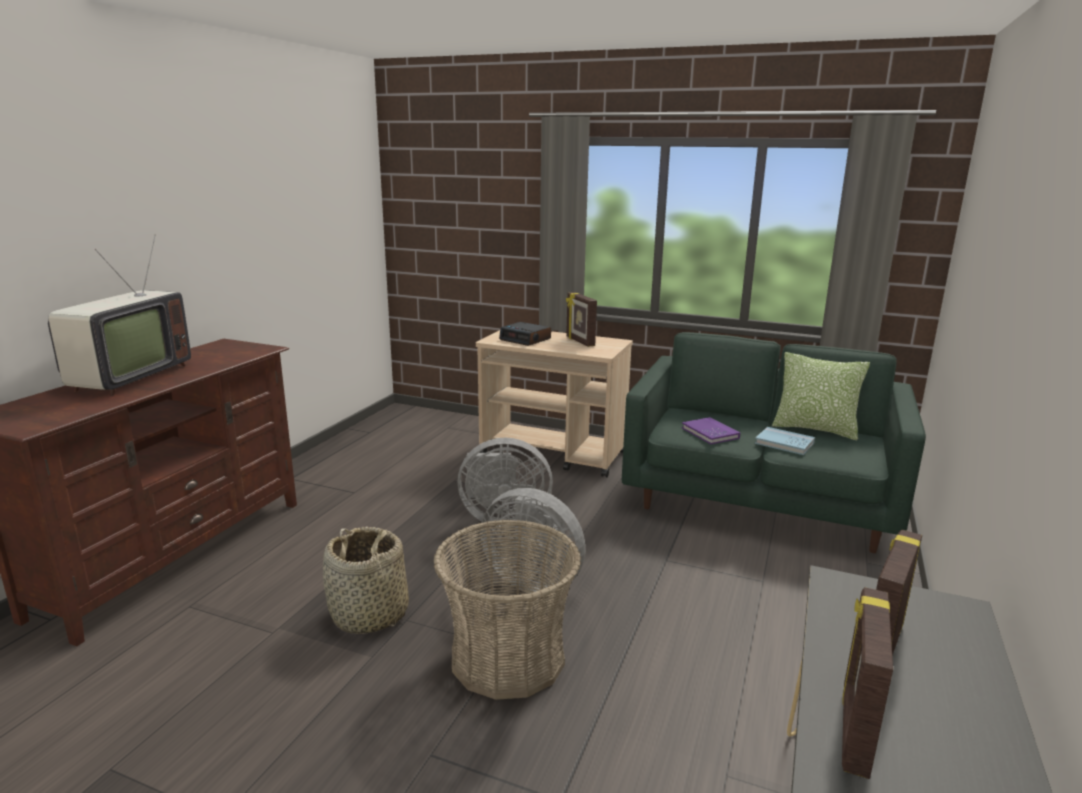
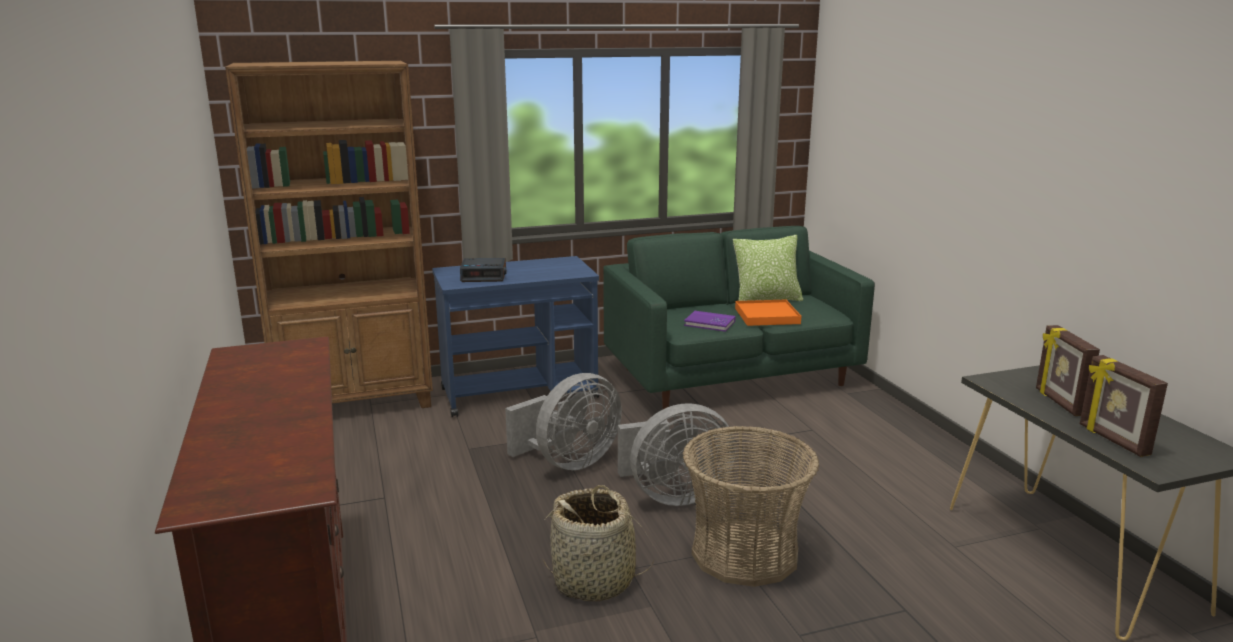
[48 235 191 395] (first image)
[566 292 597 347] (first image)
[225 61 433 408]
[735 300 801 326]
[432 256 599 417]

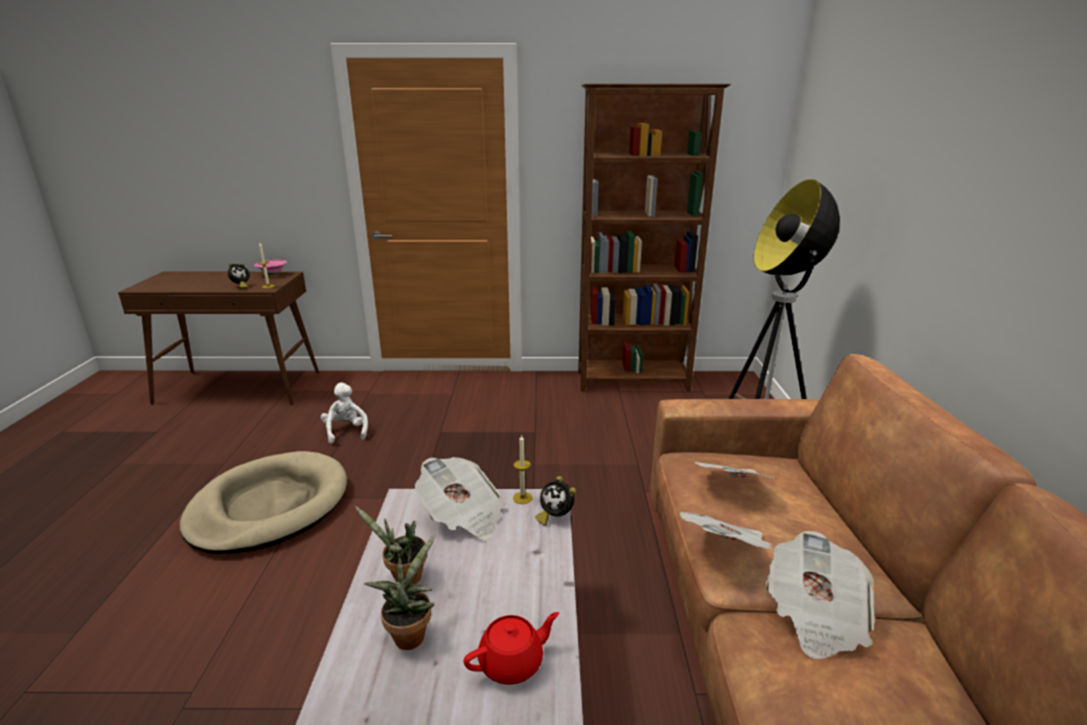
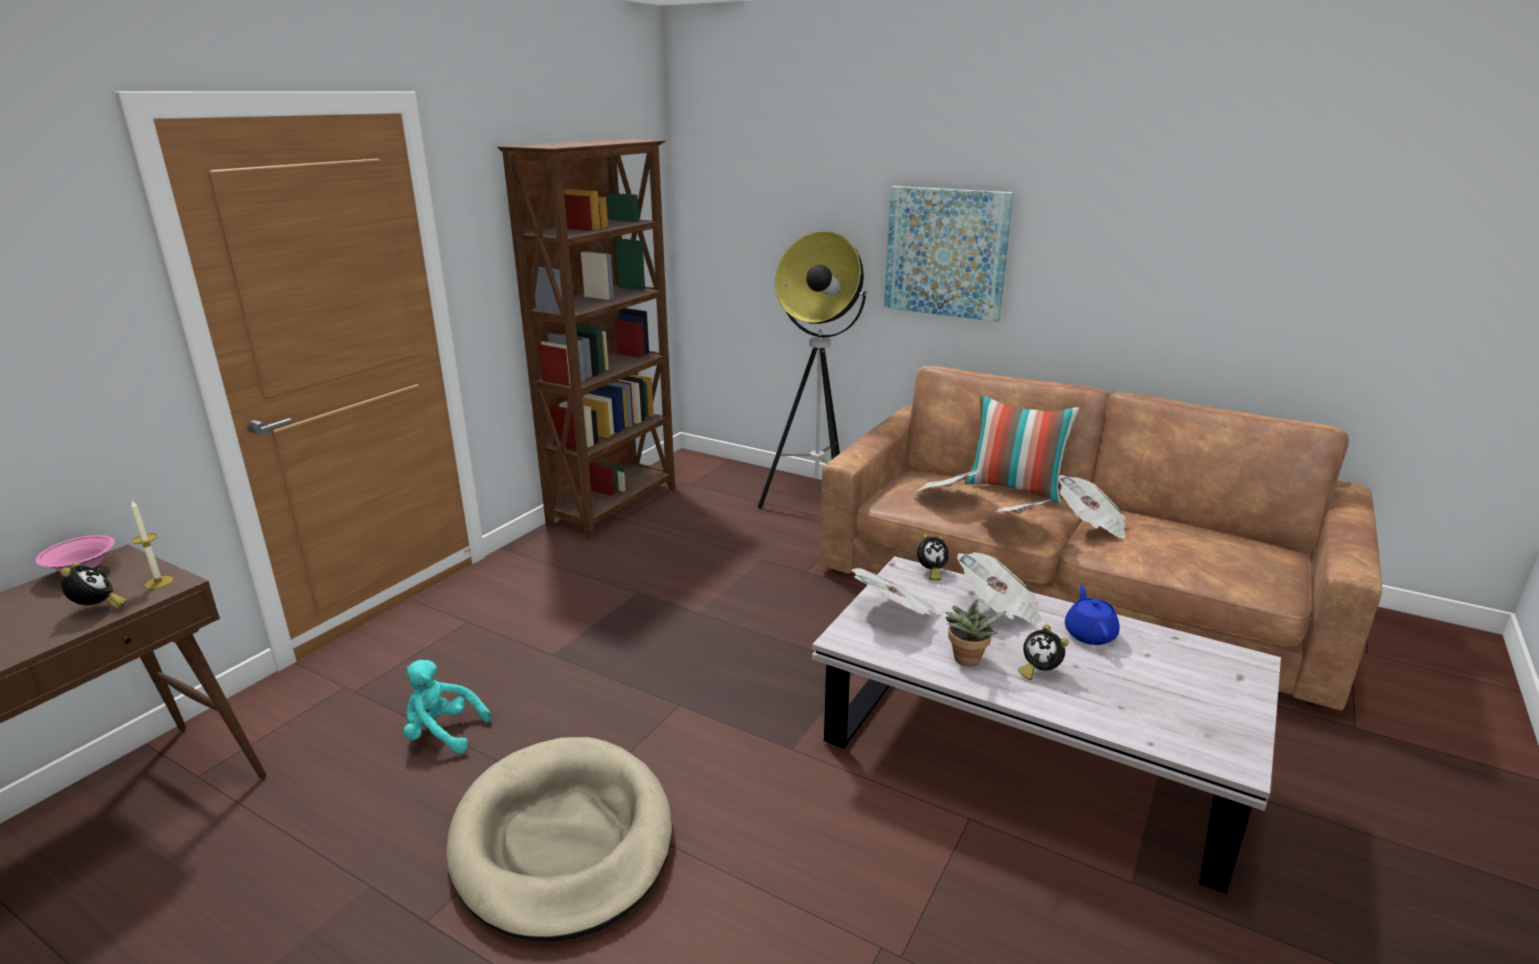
[513 435 532 504] (first image)
[884 186 1014 322]
[957 552 1044 627]
[965 394 1079 503]
[1018 625 1069 680]
[403 660 491 753]
[1065 585 1120 645]

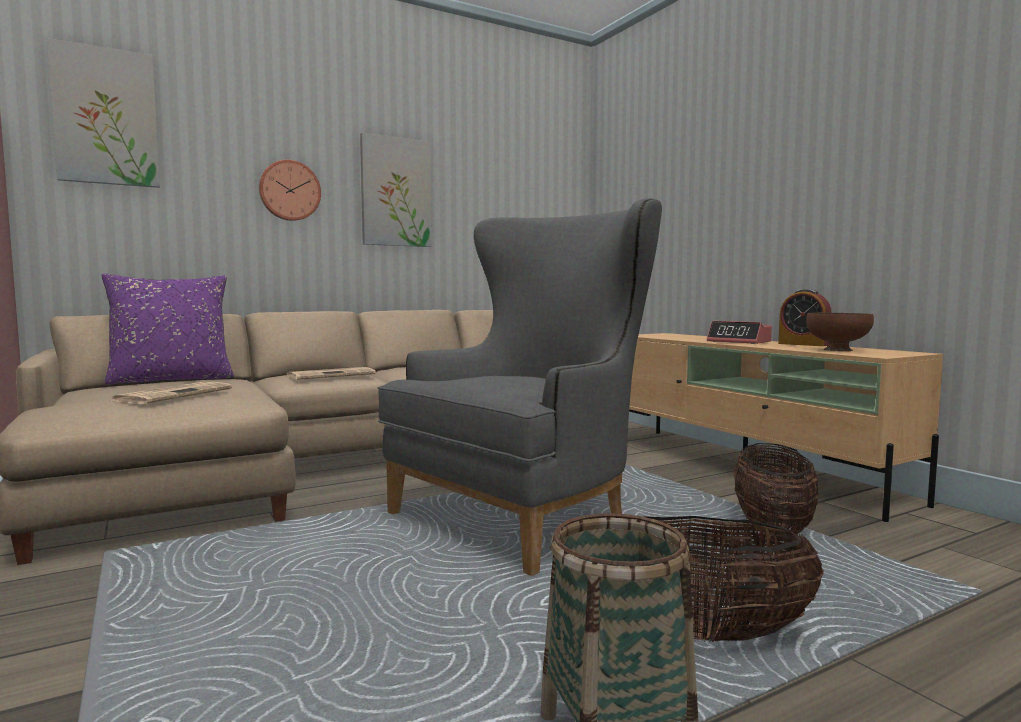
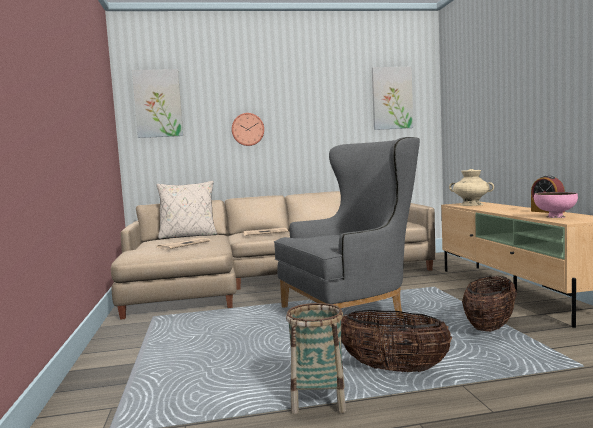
[707 321 772 344] (first image)
[449 169 494 206]
[372 67 413 130]
[156 181 217 239]
[534 192 578 218]

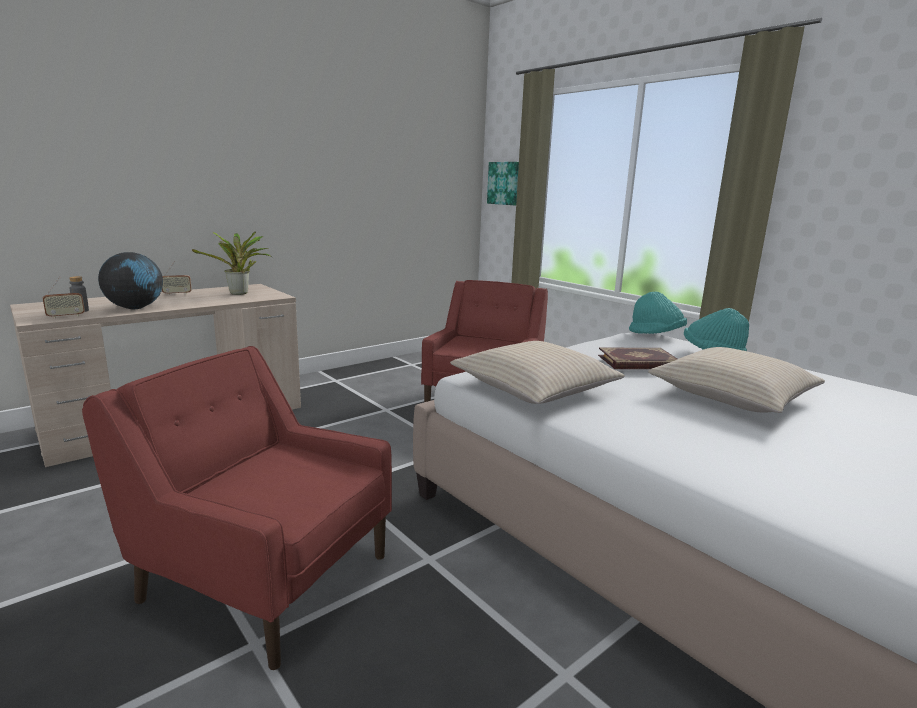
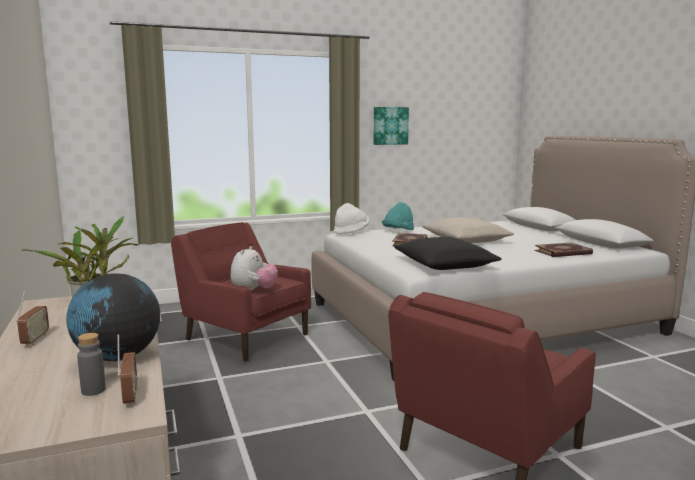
[231 246 278 290]
[534 242 593 257]
[374 107 409 145]
[394 237 502 270]
[334 203 369 234]

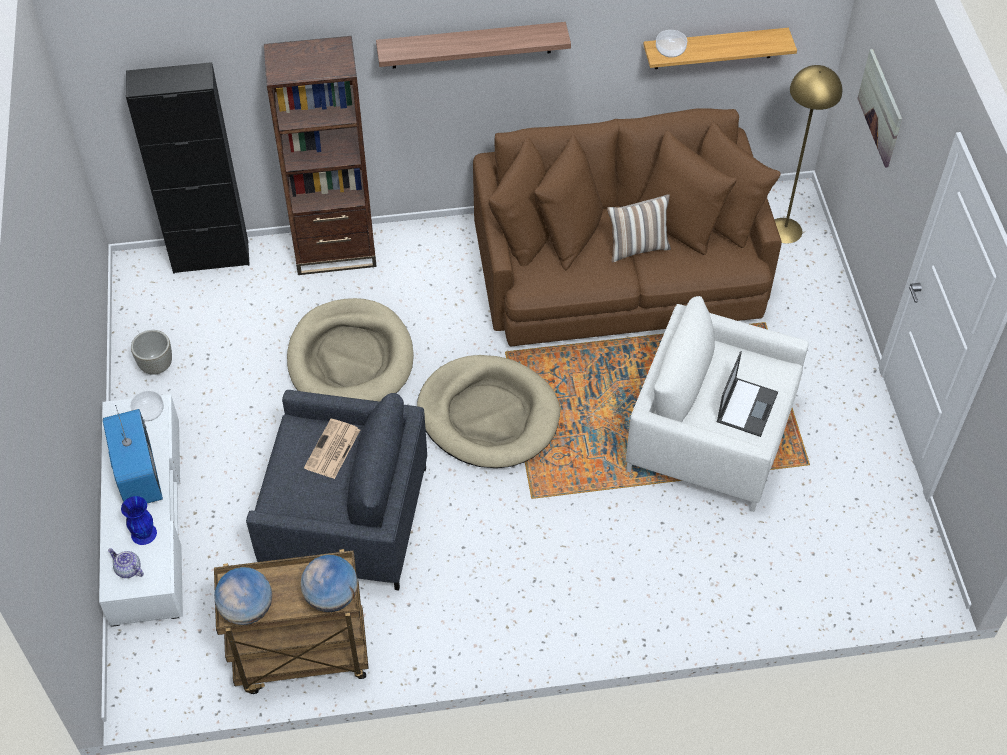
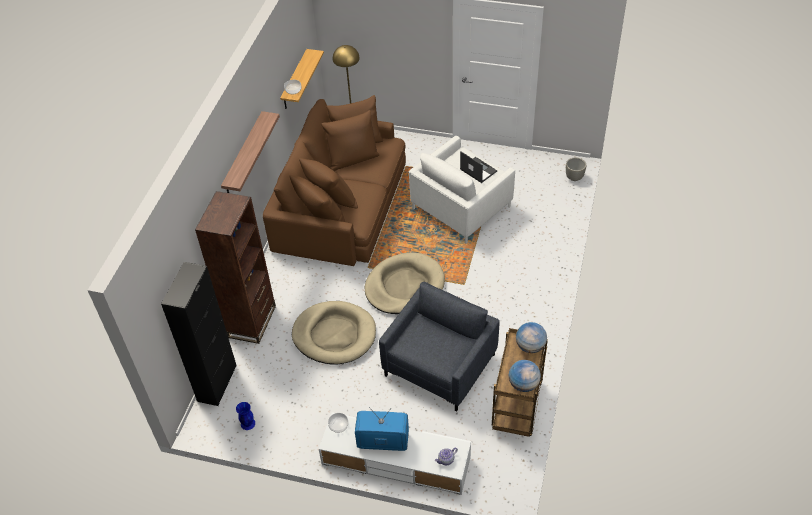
[304 419 360 479] (first image)
[607 194 671 262] (first image)
[857 49 902 168] (first image)
[236 402 255 430]
[566 157 586 181]

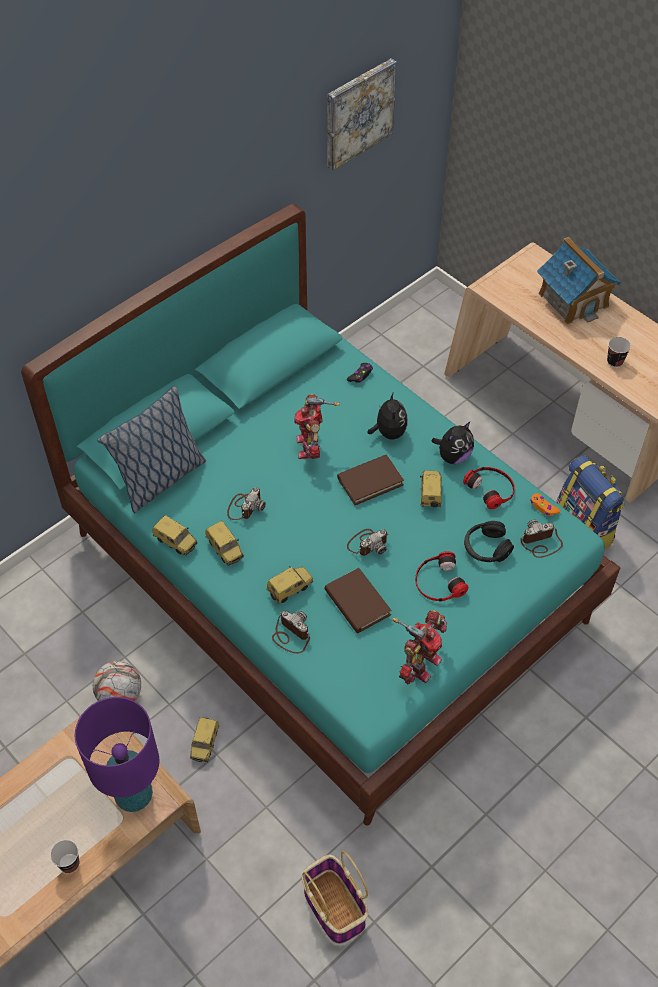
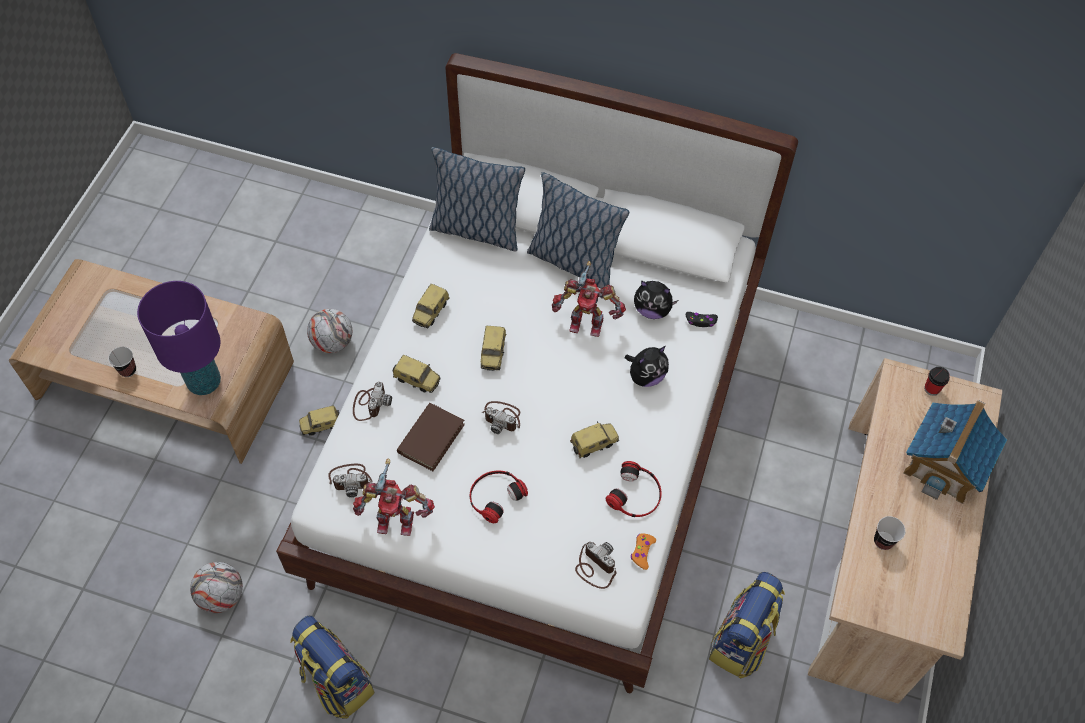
[328 58 397 170] (first image)
[337 455 404 505] (first image)
[464 521 514 562] (first image)
[290 616 375 719]
[527 172 630 288]
[924 367 950 396]
[481 326 506 371]
[328 464 373 498]
[634 280 678 319]
[190 562 243 613]
[276 53 798 694]
[552 261 626 337]

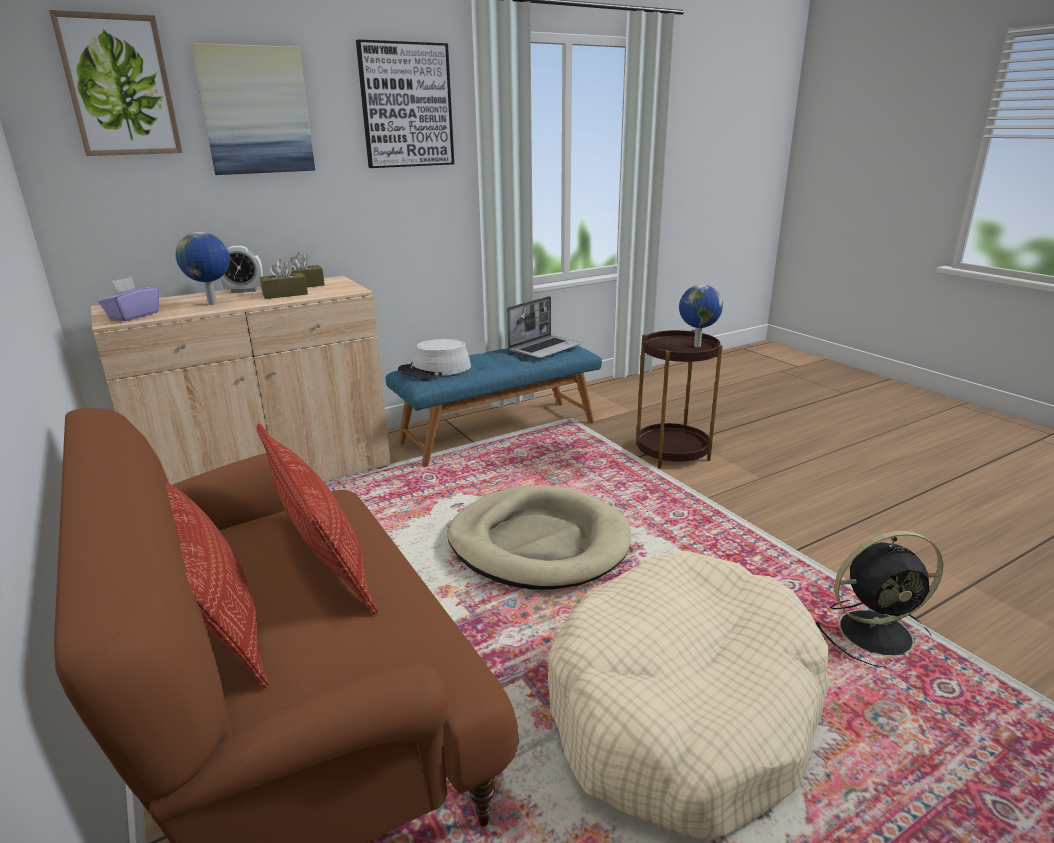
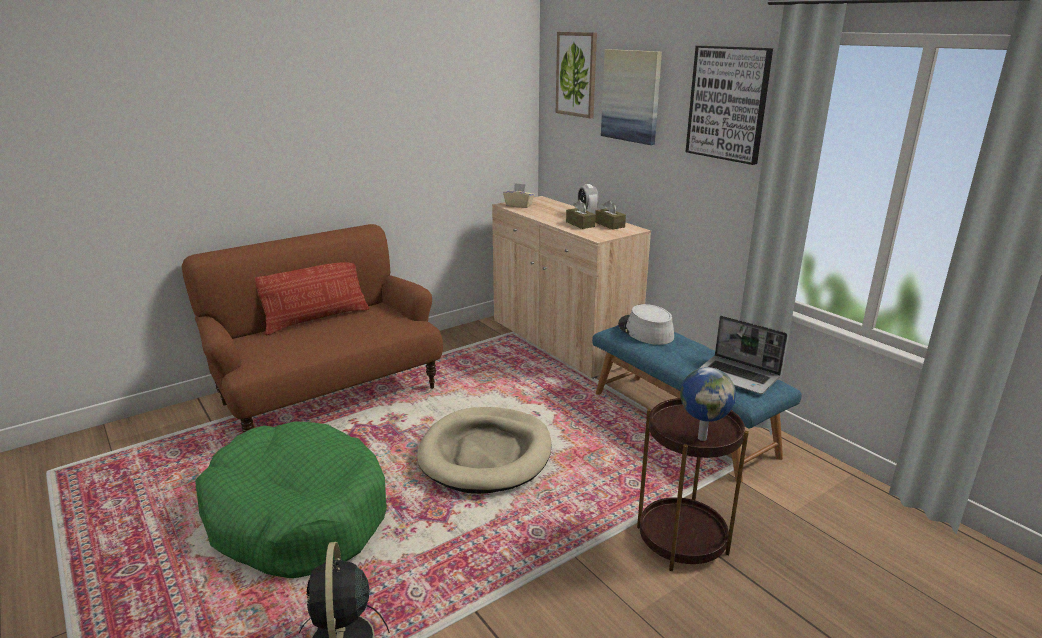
[175 231 230 305] (first image)
[257 424 378 615] (first image)
[503 183 534 208]
[195 421 387 578]

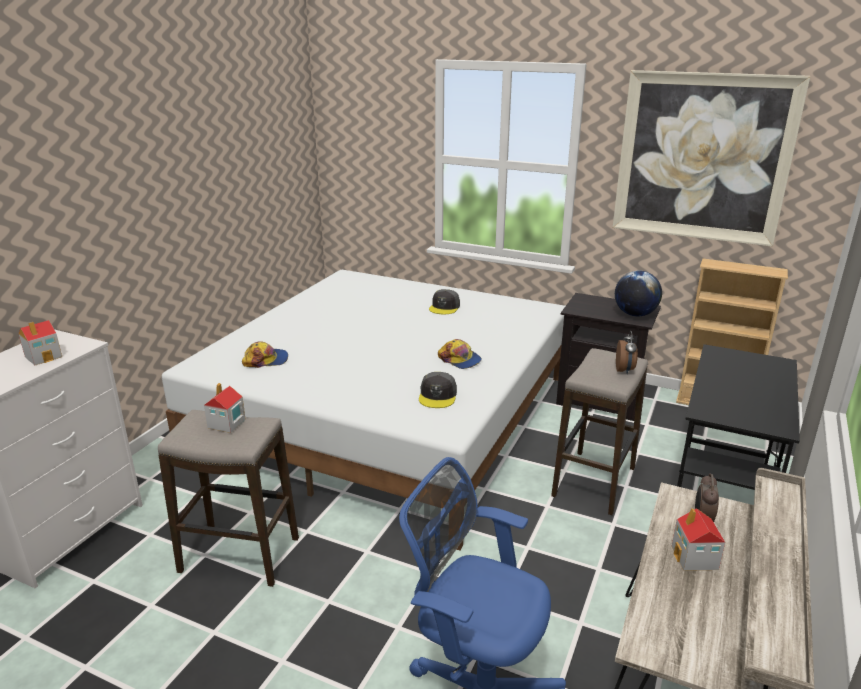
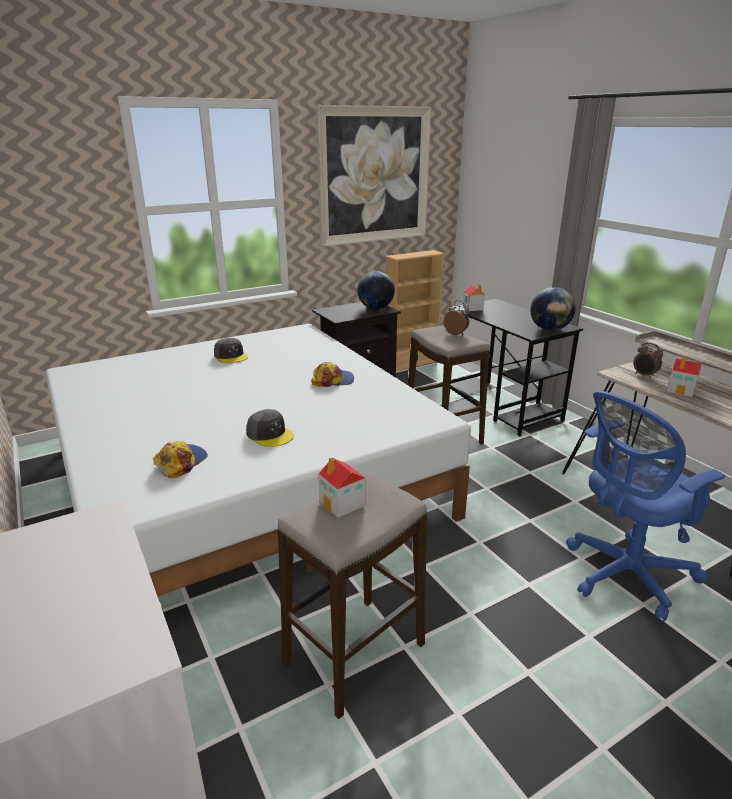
[530 287 576 331]
[463 284 485 311]
[246 409 294 447]

